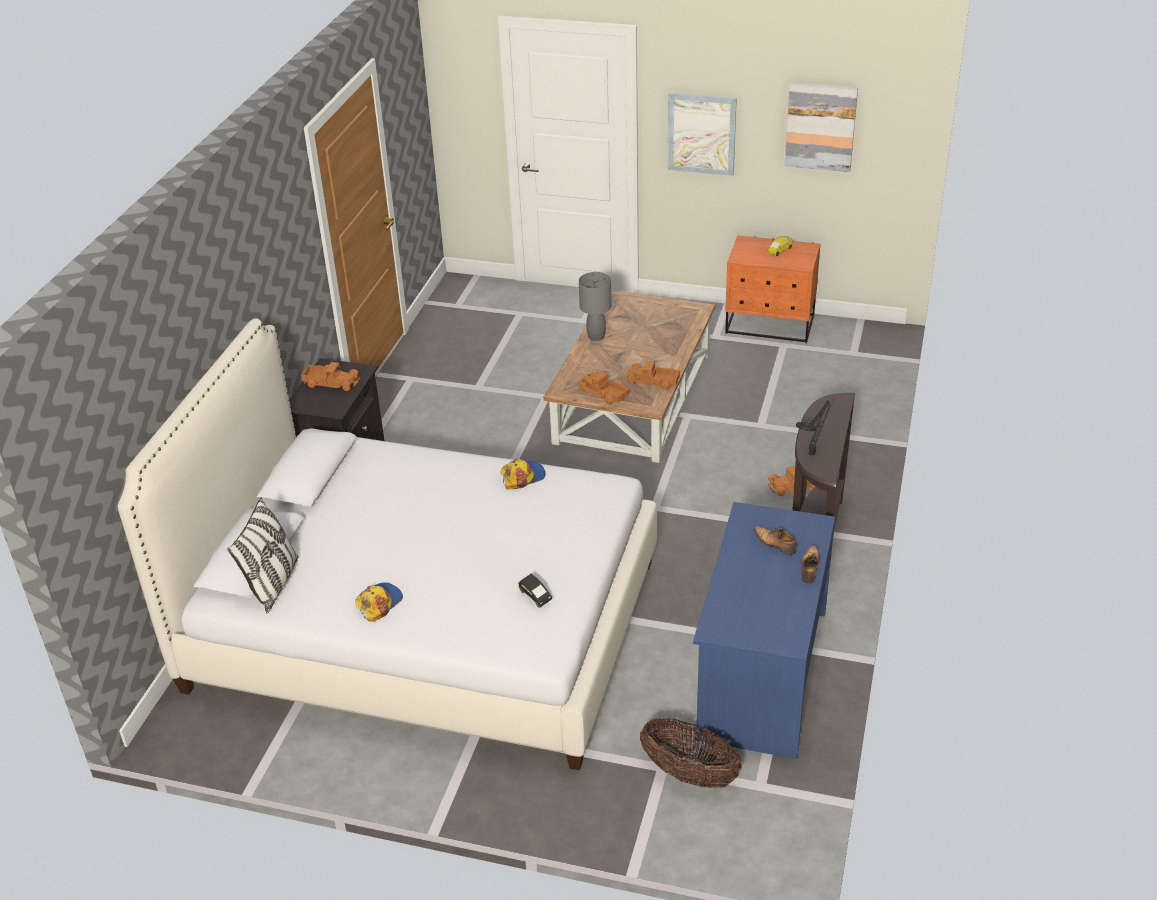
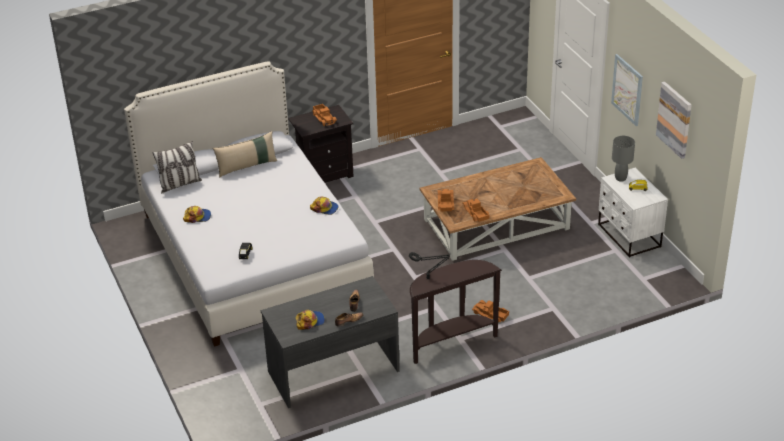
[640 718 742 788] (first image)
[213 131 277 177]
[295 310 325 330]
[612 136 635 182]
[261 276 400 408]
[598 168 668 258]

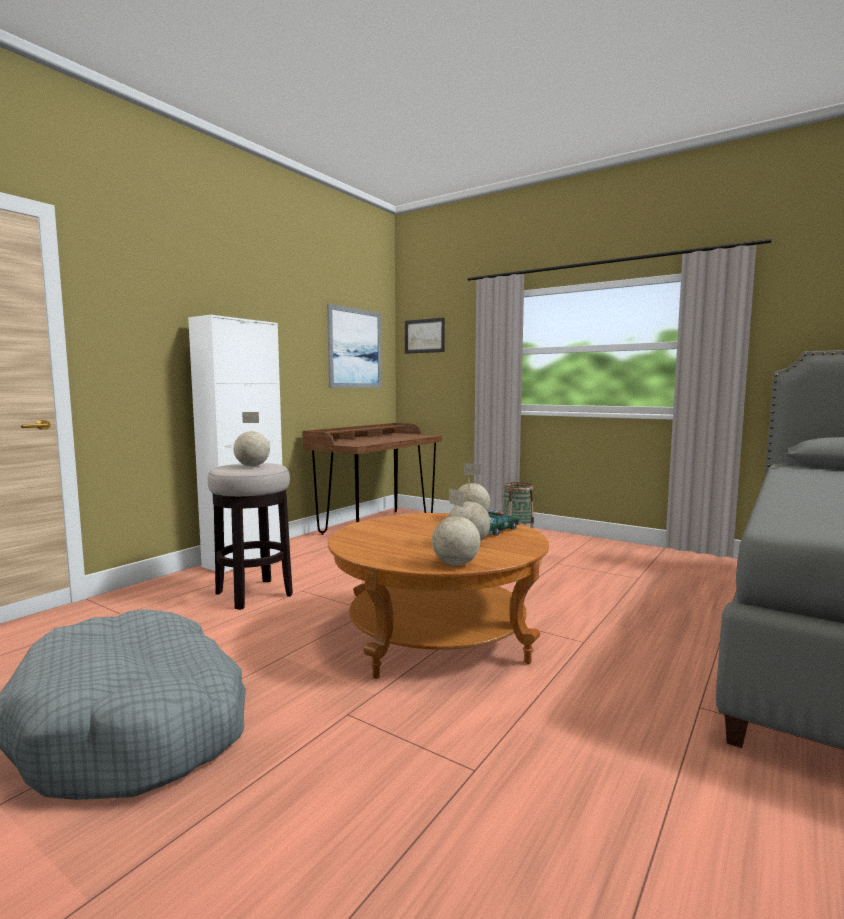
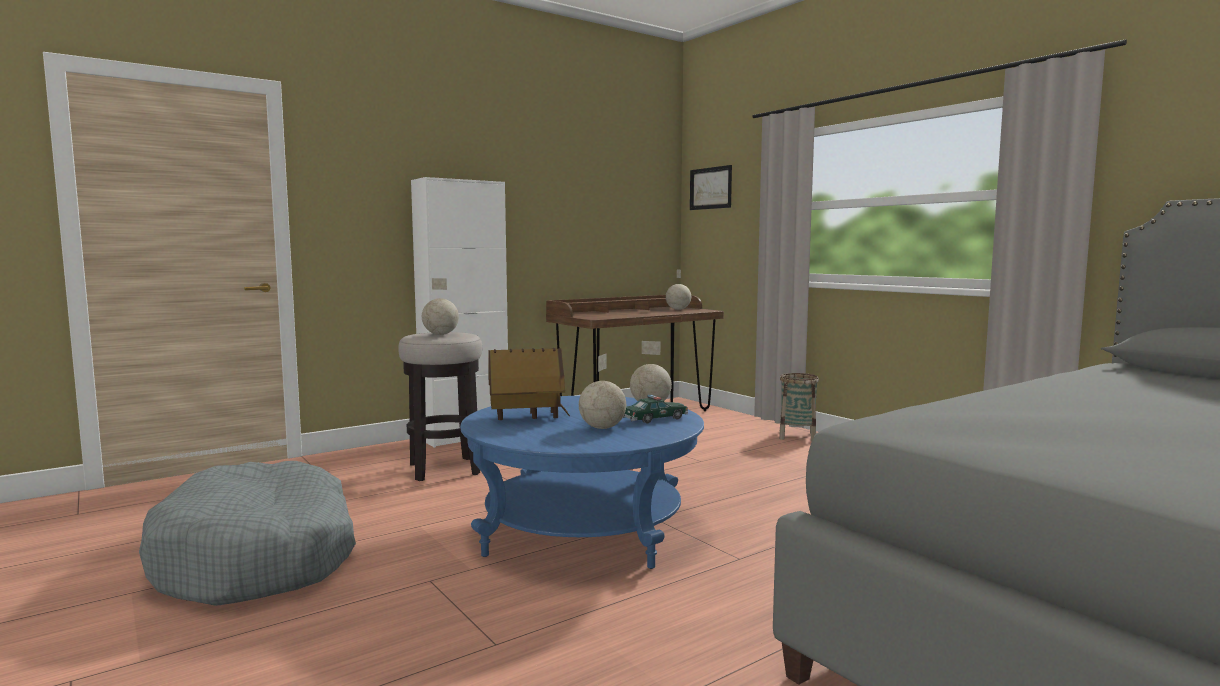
[327 304 382 388] (first image)
[488 348 570 420]
[666 269 691 310]
[460 396 704 569]

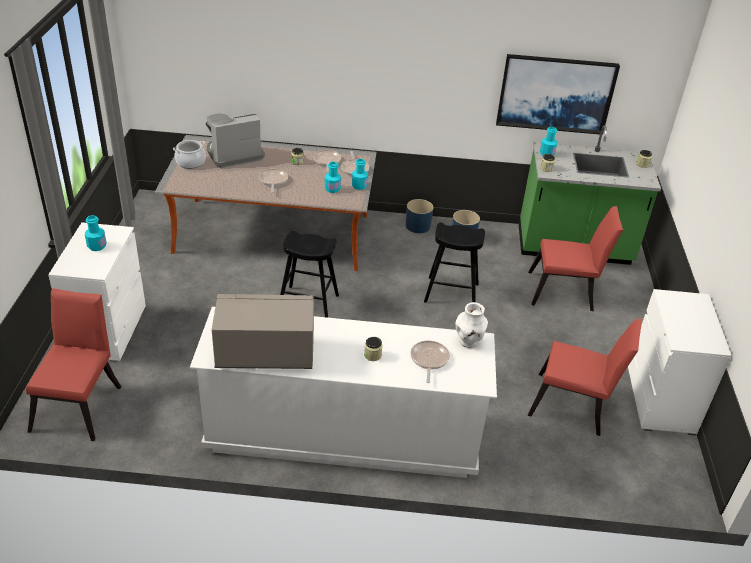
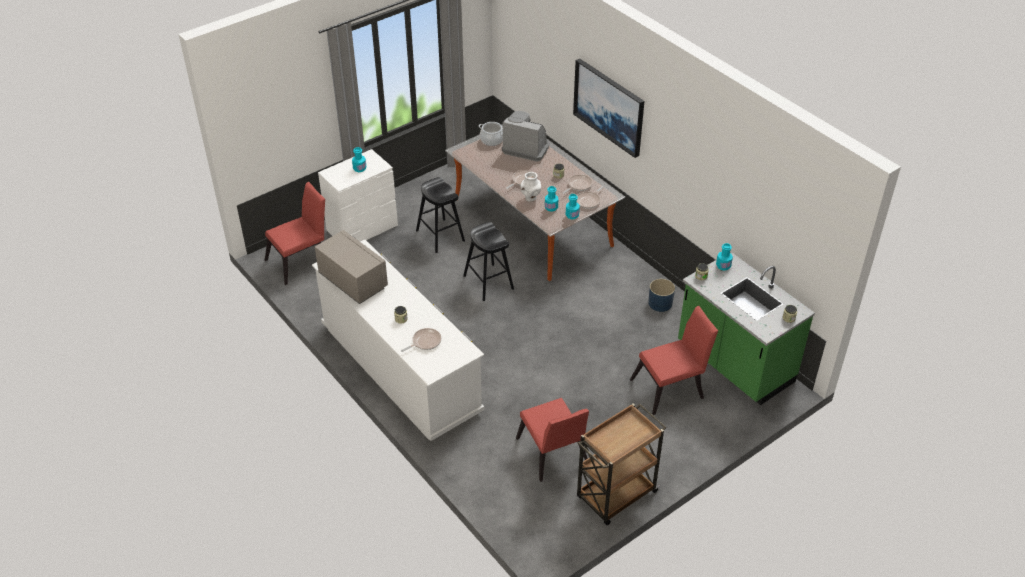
[406 199 433 233] (first image)
[416 177 465 253]
[520 172 541 202]
[573 59 644 158]
[577 403 667 525]
[630 306 718 415]

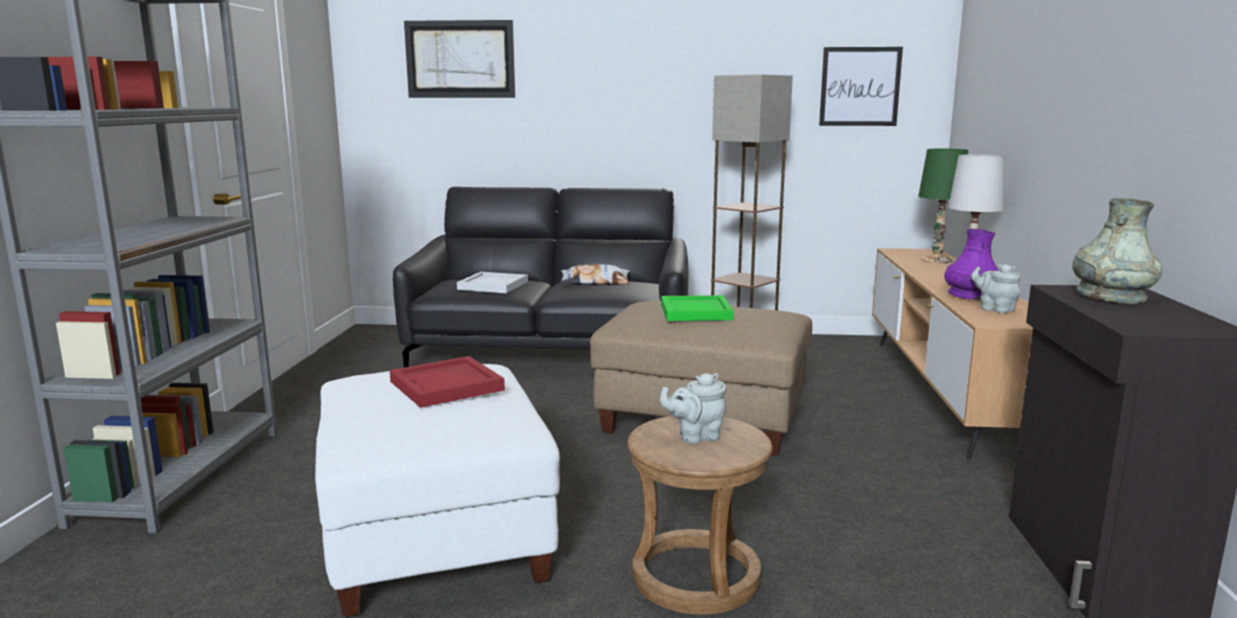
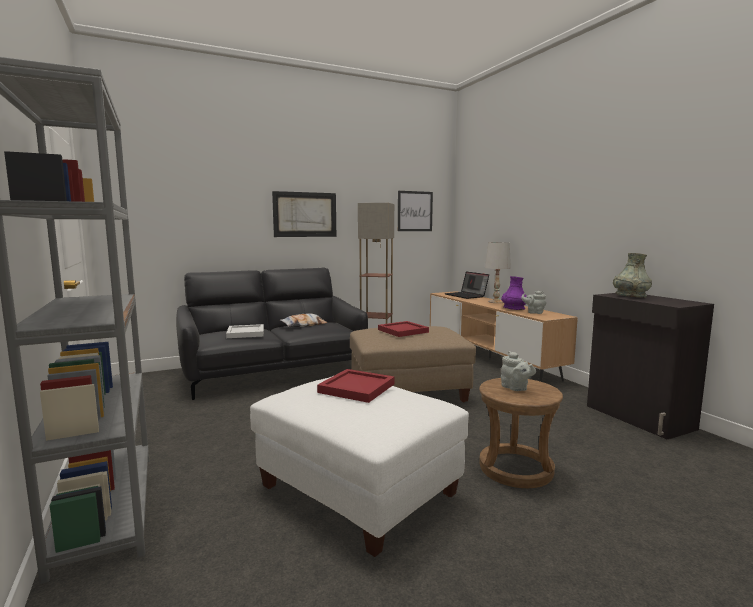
[272 191 336 237]
[445 272 489 299]
[378 321 429 337]
[501 351 536 391]

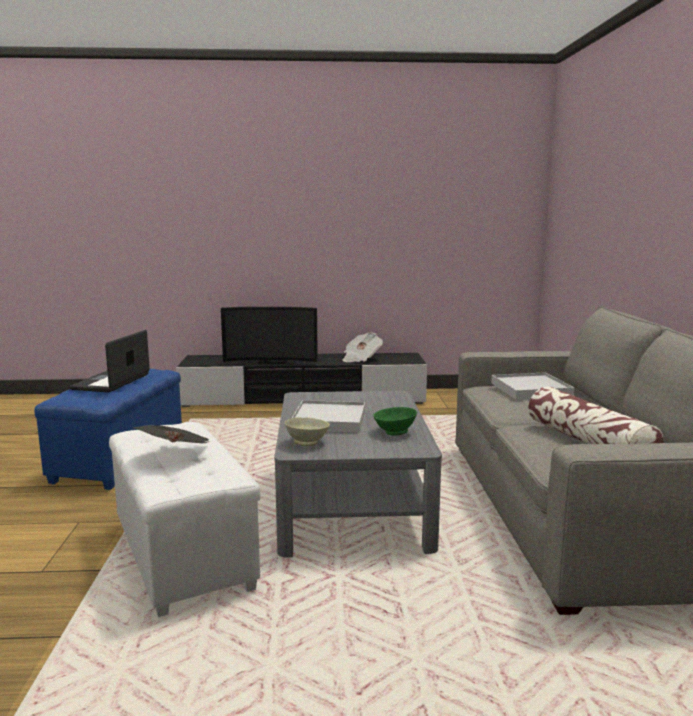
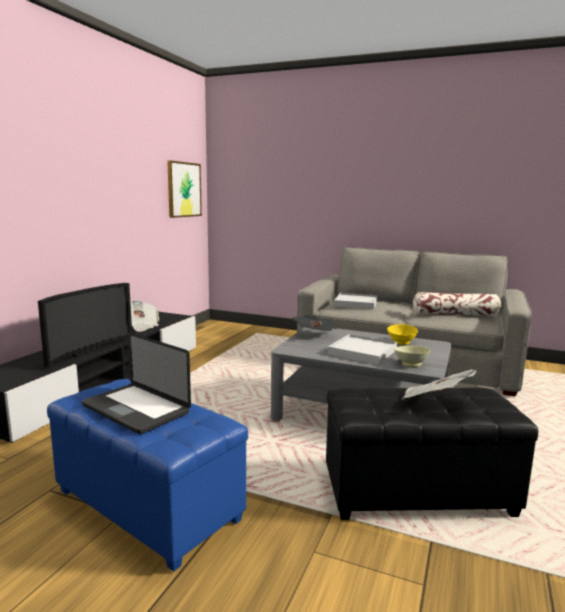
[167 160 202 218]
[292 315 338 331]
[326 387 538 520]
[387 324 418 345]

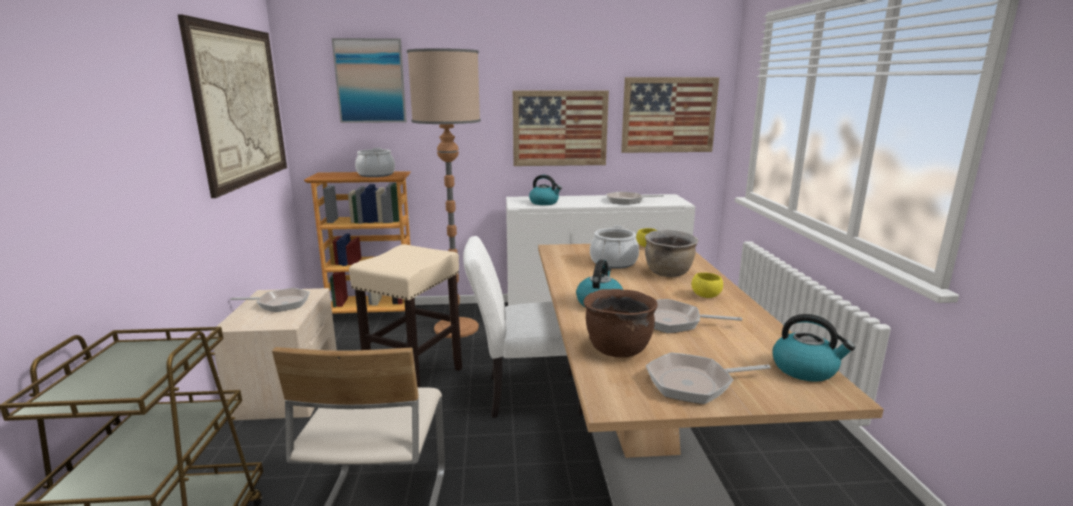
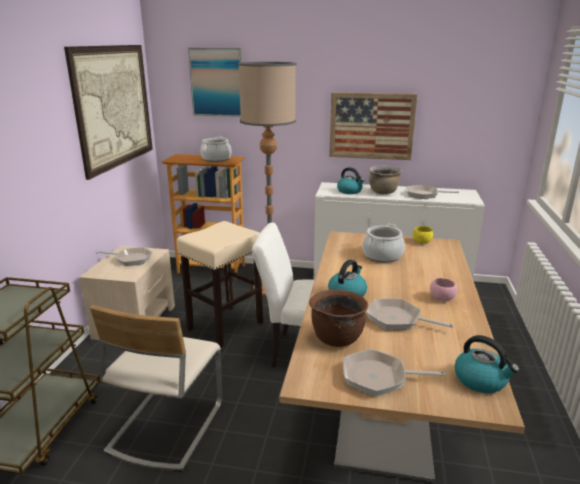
[621 77 719 153] (first image)
[369 165 402 194]
[430 278 457 301]

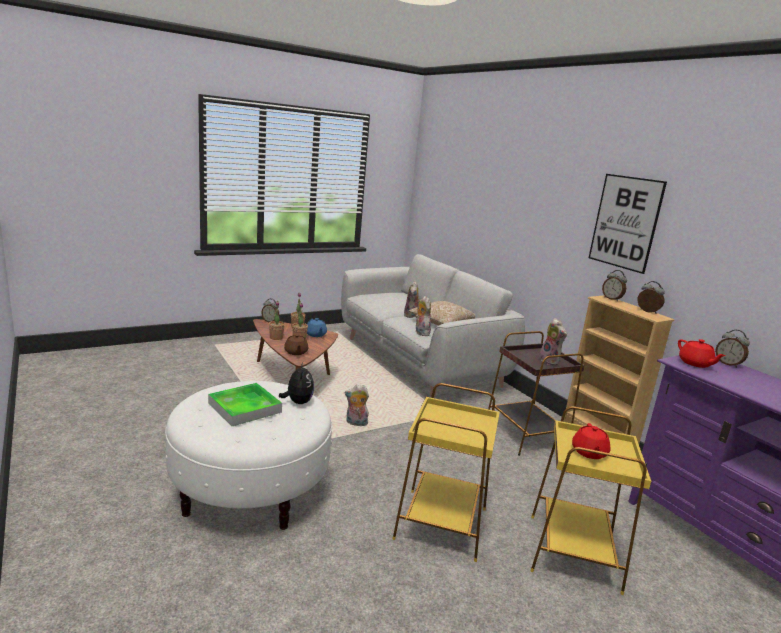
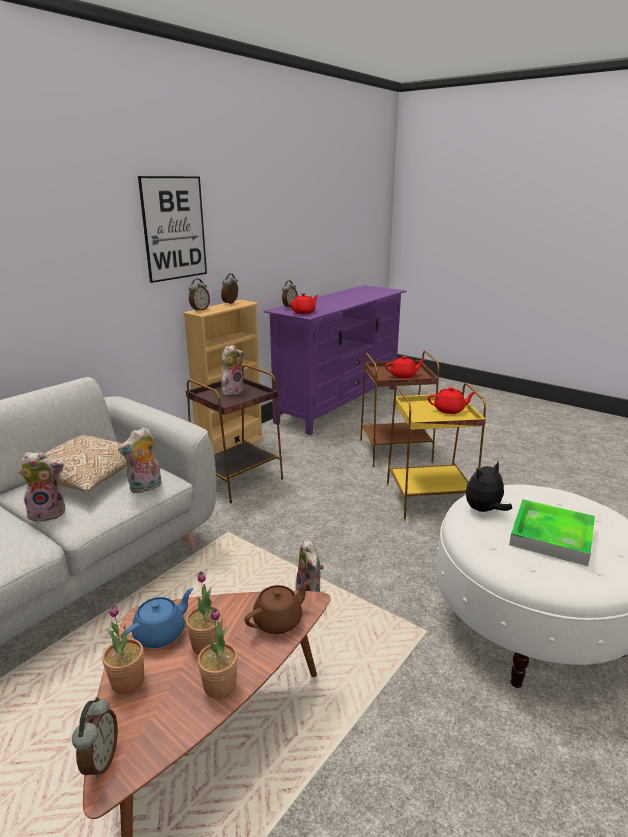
[428 387 475 414]
[360 350 439 467]

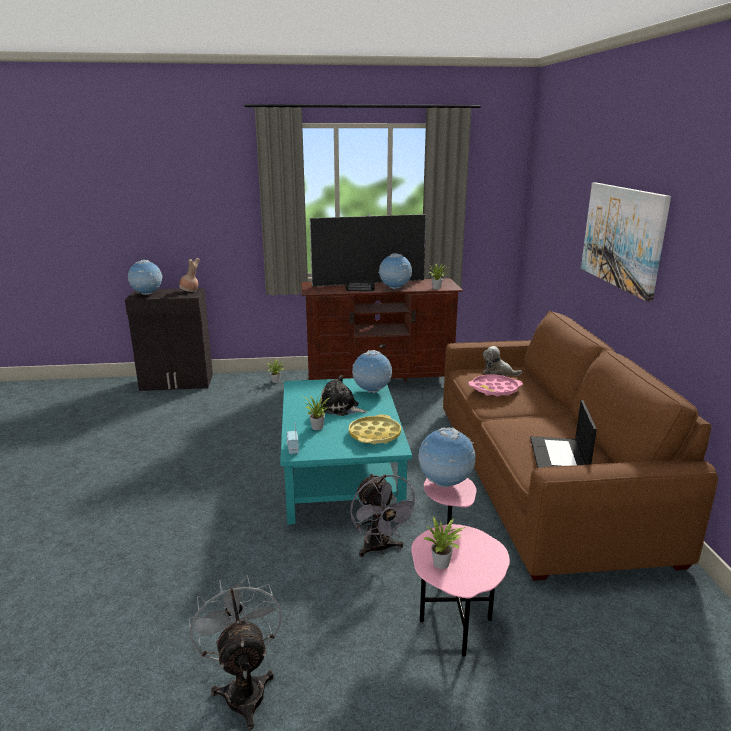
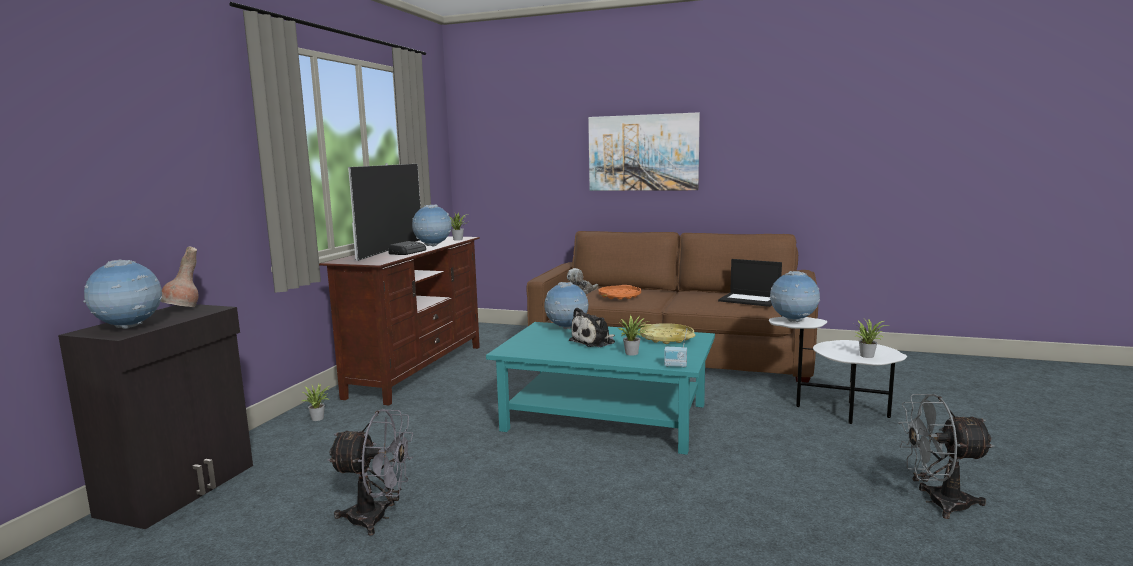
[327 409 414 536]
[769 316 907 424]
[599 285 641 300]

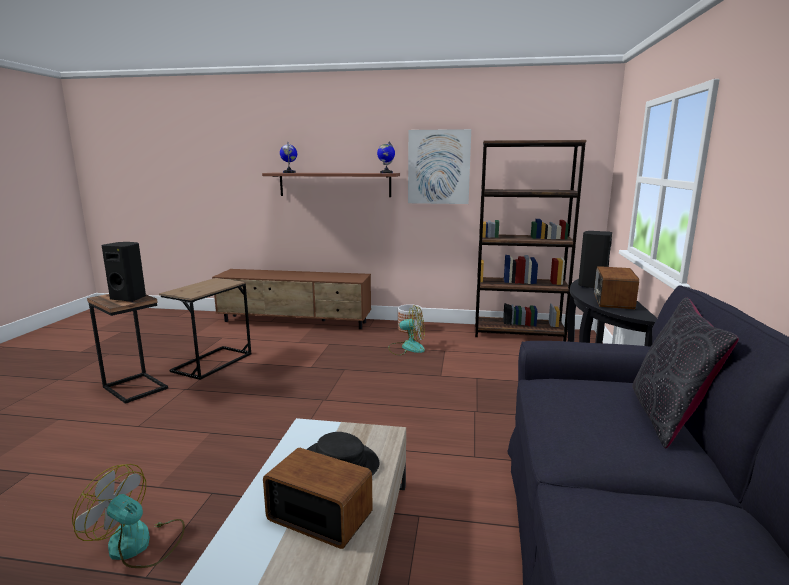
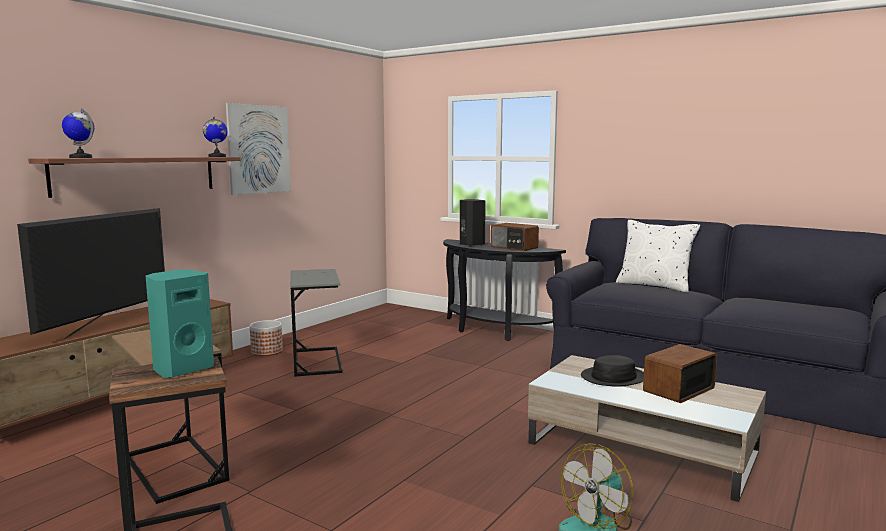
[475 140 586 341] (first image)
[17 208 165 339]
[290 269 342 377]
[146 270 214 378]
[616 220 700 292]

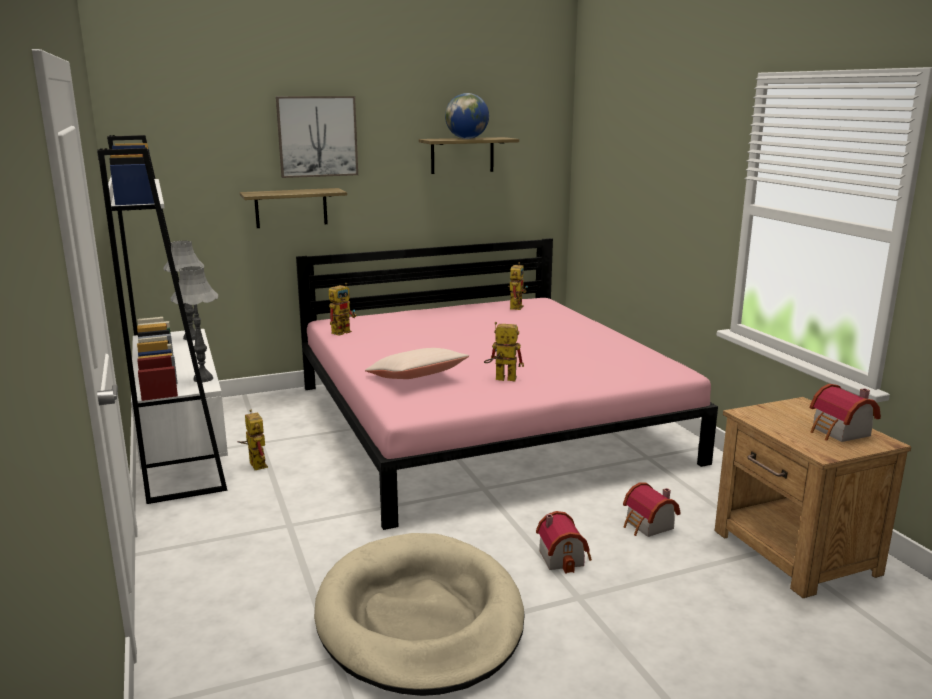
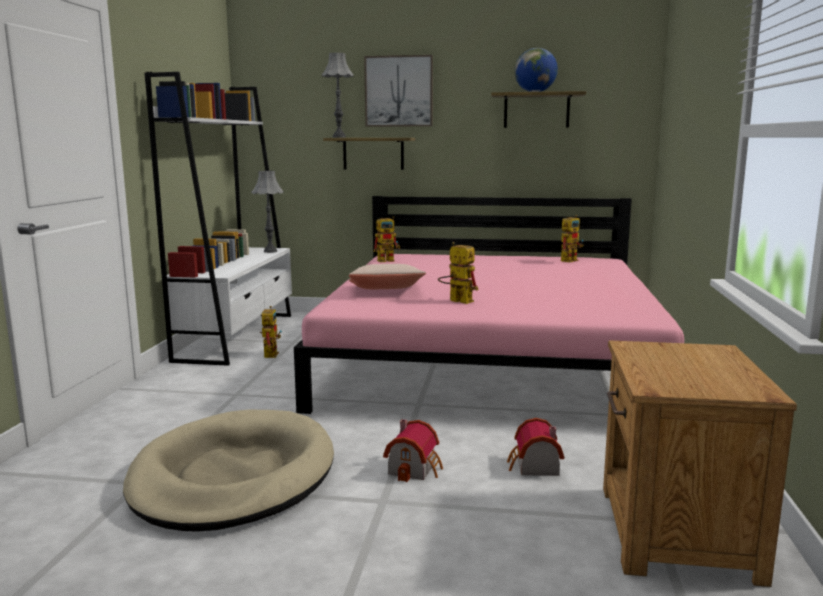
[810 384 881 442] (first image)
[322 53 354 138]

